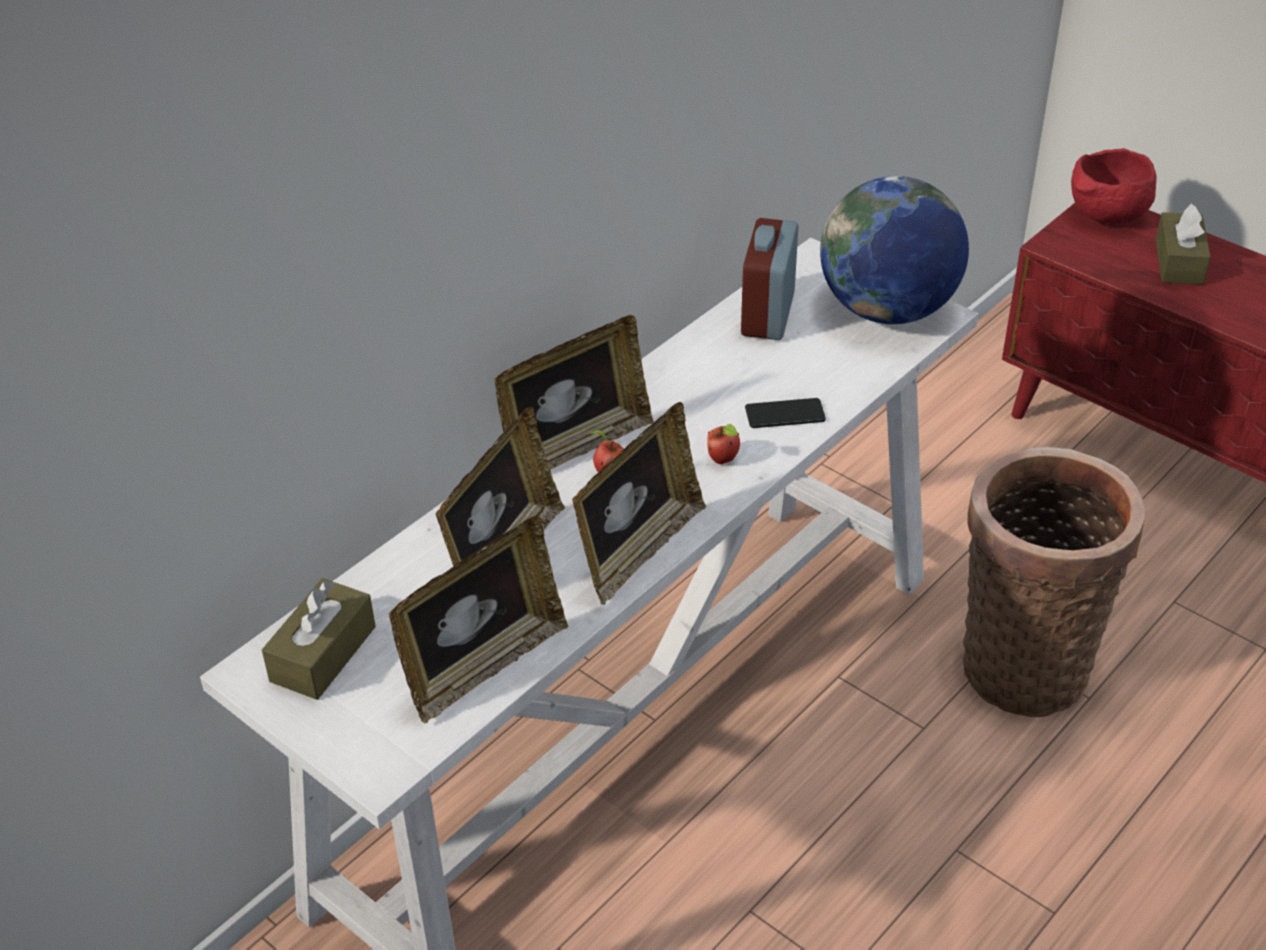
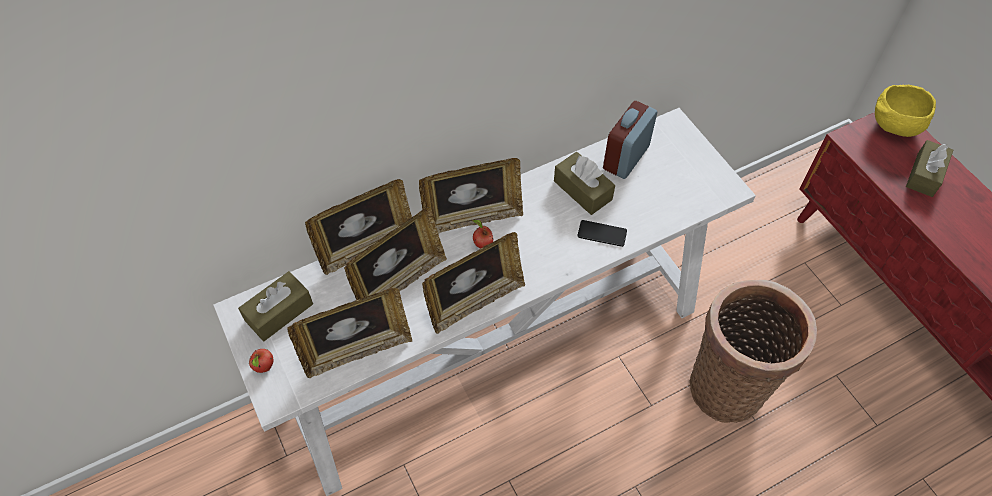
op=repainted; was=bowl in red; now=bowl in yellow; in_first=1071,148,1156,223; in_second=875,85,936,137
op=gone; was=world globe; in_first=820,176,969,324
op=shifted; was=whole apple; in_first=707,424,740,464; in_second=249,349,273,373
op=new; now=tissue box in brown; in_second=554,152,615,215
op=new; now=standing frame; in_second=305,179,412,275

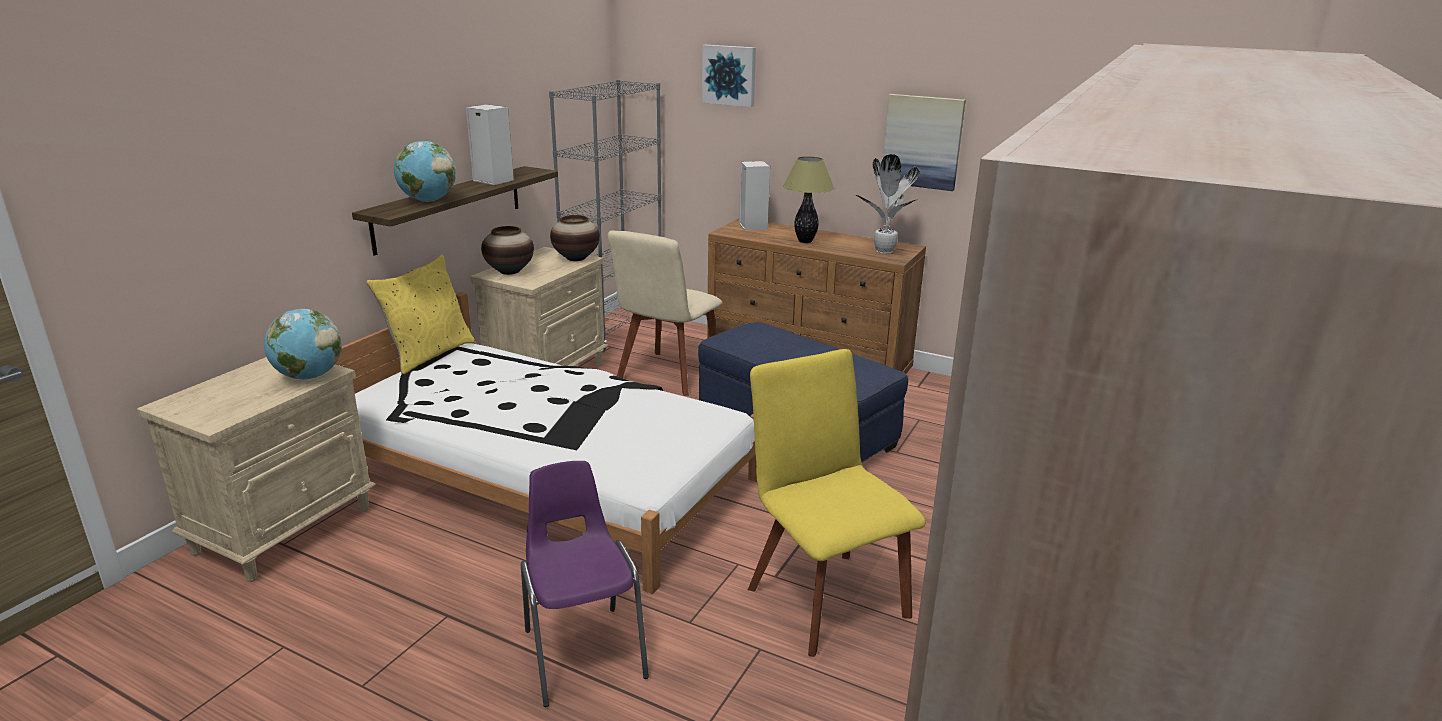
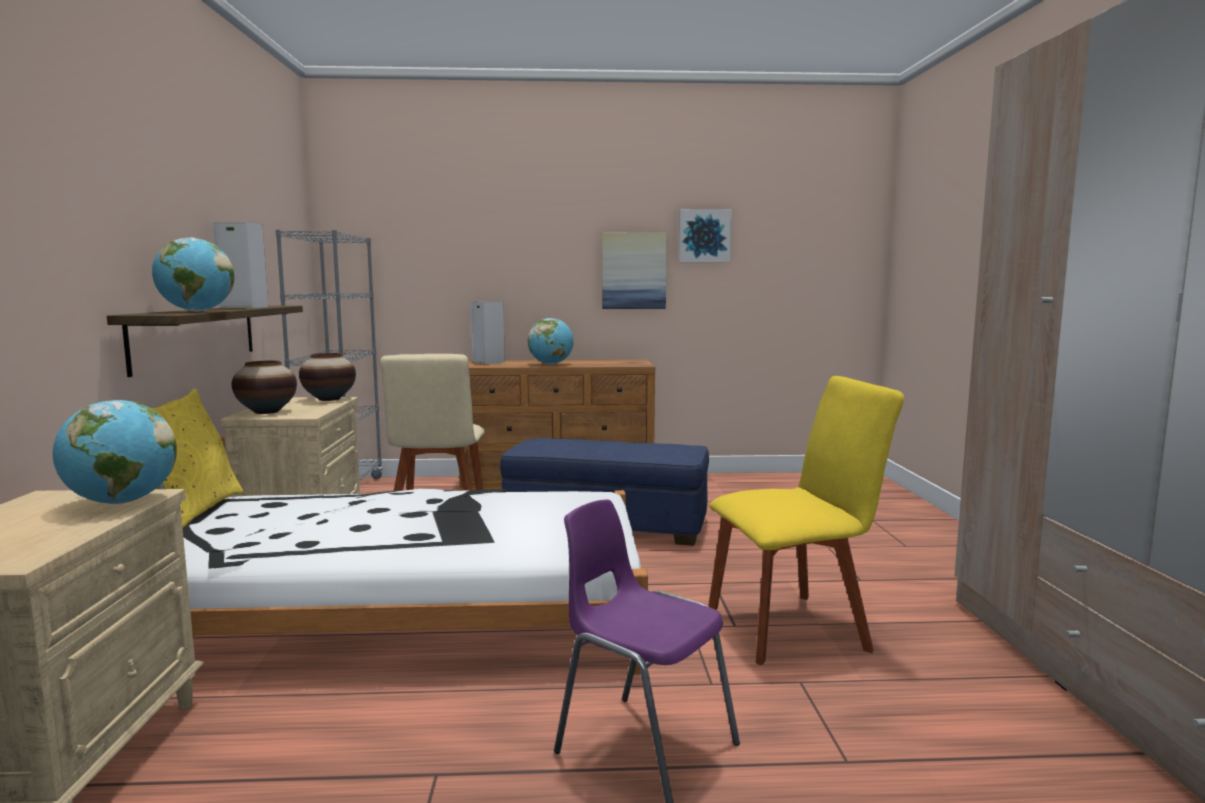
op=shifted; was=wall art; in_first=702,45,756,107; in_second=678,209,732,262
op=gone; was=potted plant; in_first=856,154,920,254
op=swapped; was=tabletop lamp; now=world globe; in_first=783,156,834,243; in_second=528,318,574,365
op=rotated; was=chair in yellow; in_first=748,349,926,657; in_second=708,376,904,665; clockwise=135

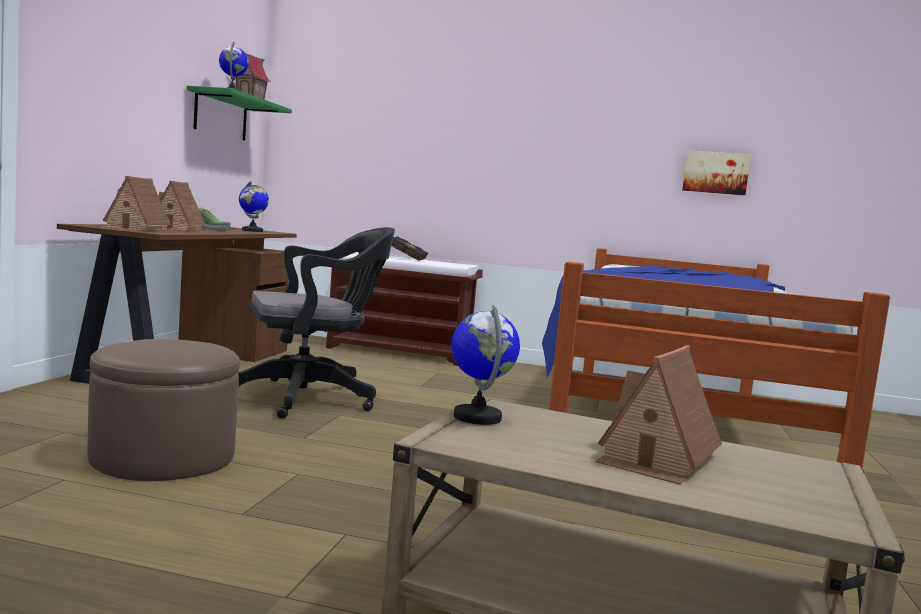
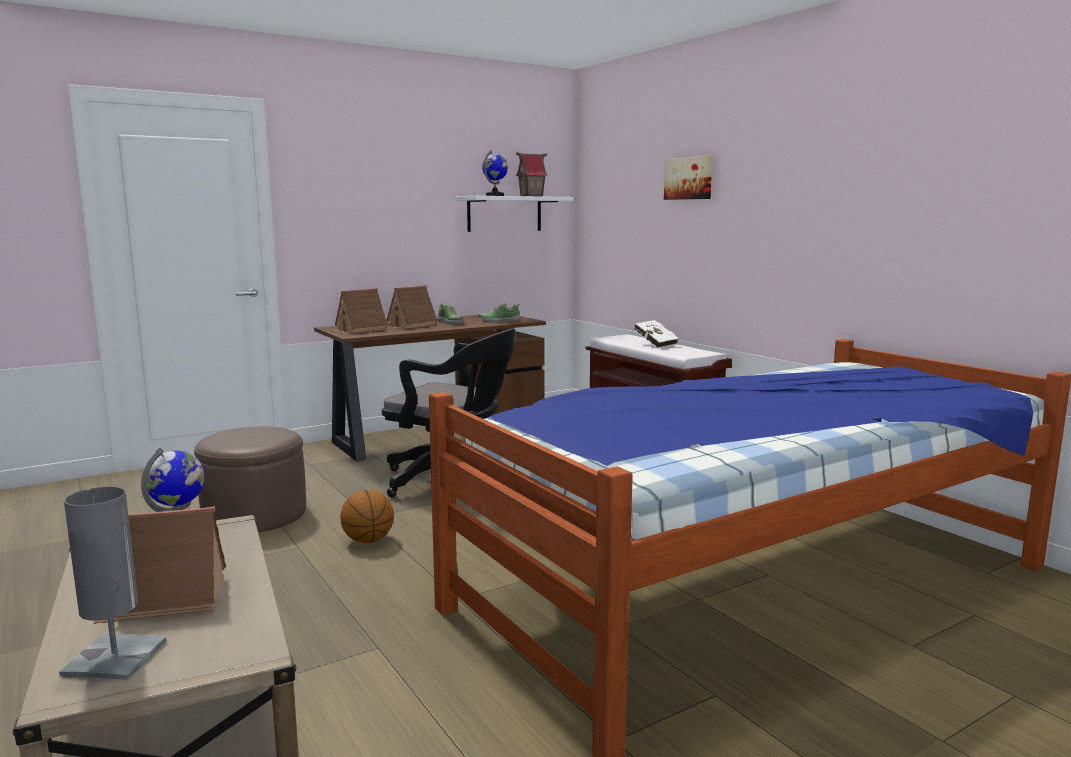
op=repainted; was=bracket shelf in green-coloured; now=bracket shelf in white-coloured; in_first=187,86,292,141; in_second=455,196,573,232
op=shifted; was=wall art; in_first=682,150,751,195; in_second=664,156,713,200
op=swapped; was=world globe; now=item of footwear; in_first=239,181,269,232; in_second=478,303,520,322
op=repainted; was=volume in black; now=volume in white-coloured; in_first=392,237,428,261; in_second=634,320,679,348
op=new; now=tabletop lamp in grey; in_second=59,486,167,680
op=new; now=basketball ball; in_second=340,490,394,543

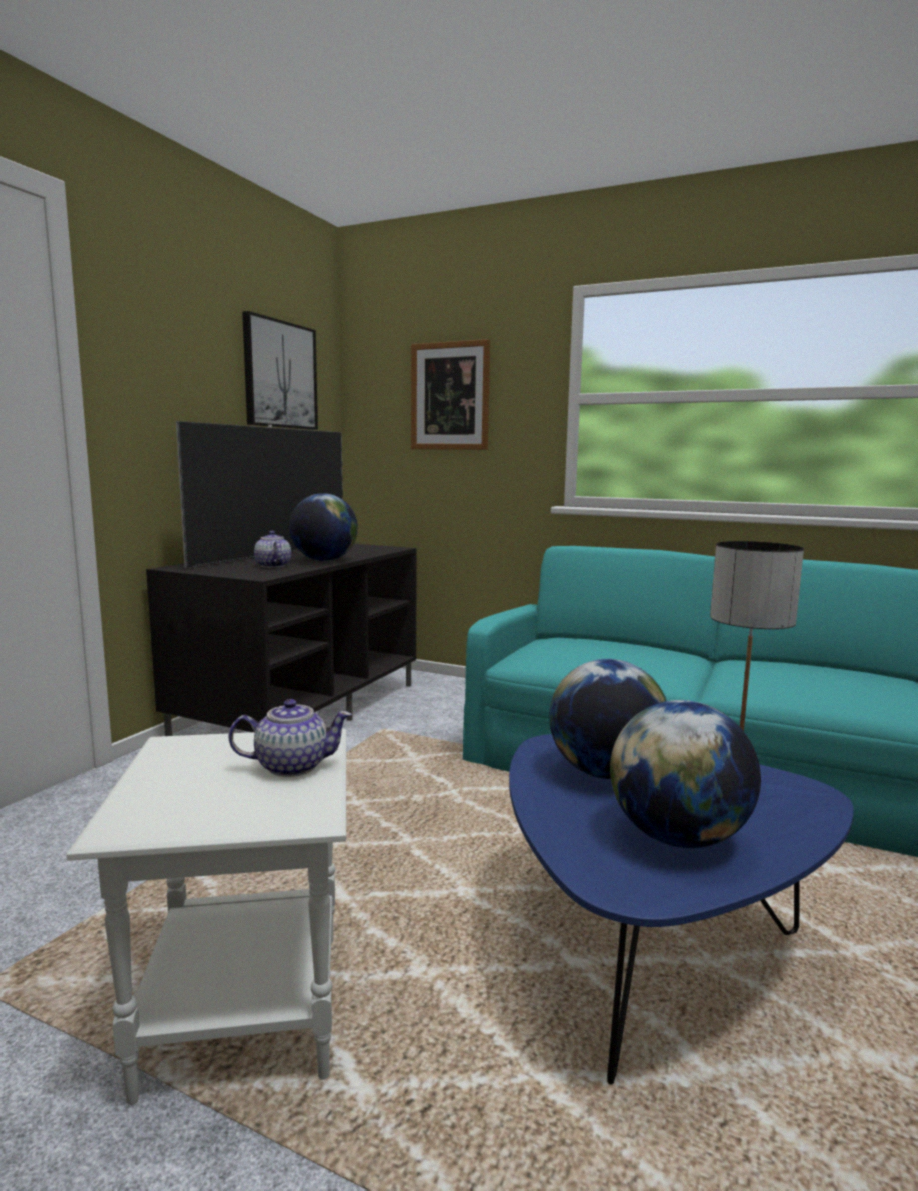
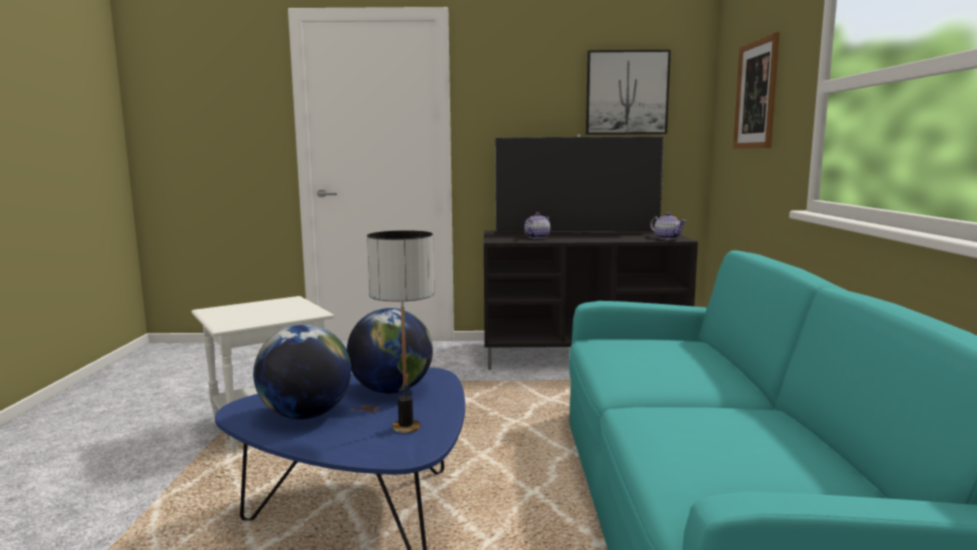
op=gone; was=world globe; in_first=289,493,358,561
op=shifted; was=pot for tea; in_first=228,699,352,777; in_second=650,213,686,239

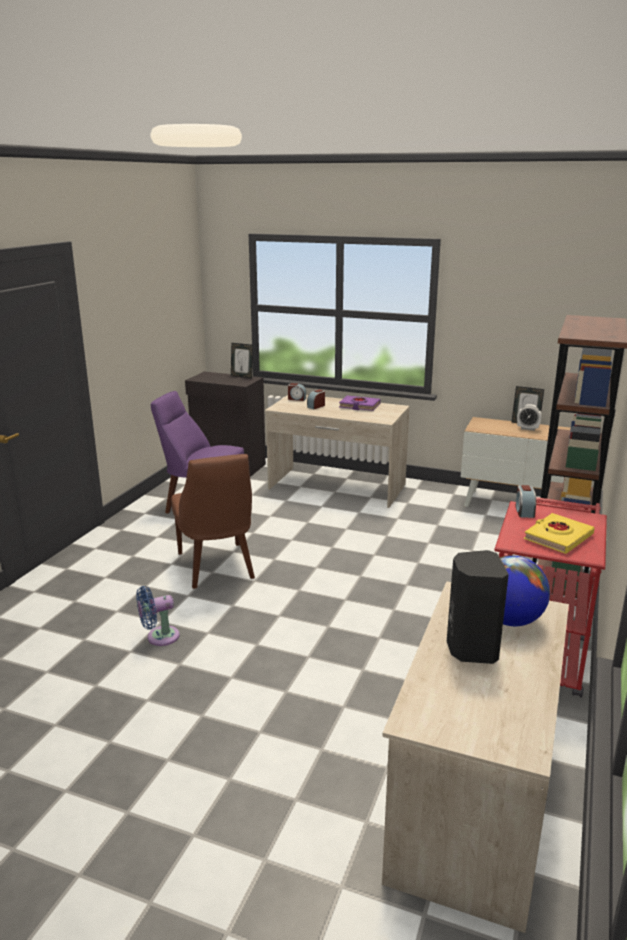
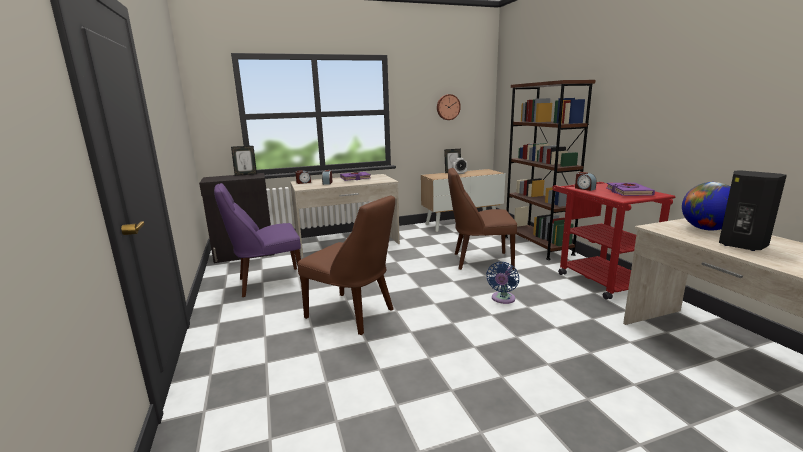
op=repainted; was=volume in yellow; now=volume in purplish; in_first=523,513,595,554; in_second=606,183,655,196
op=shifted; was=cooling fan in blue-coloured; in_first=136,586,180,646; in_second=486,262,519,304
op=new; now=hanging clock; in_second=437,94,461,120
op=new; now=chair in brown; in_second=448,168,517,270

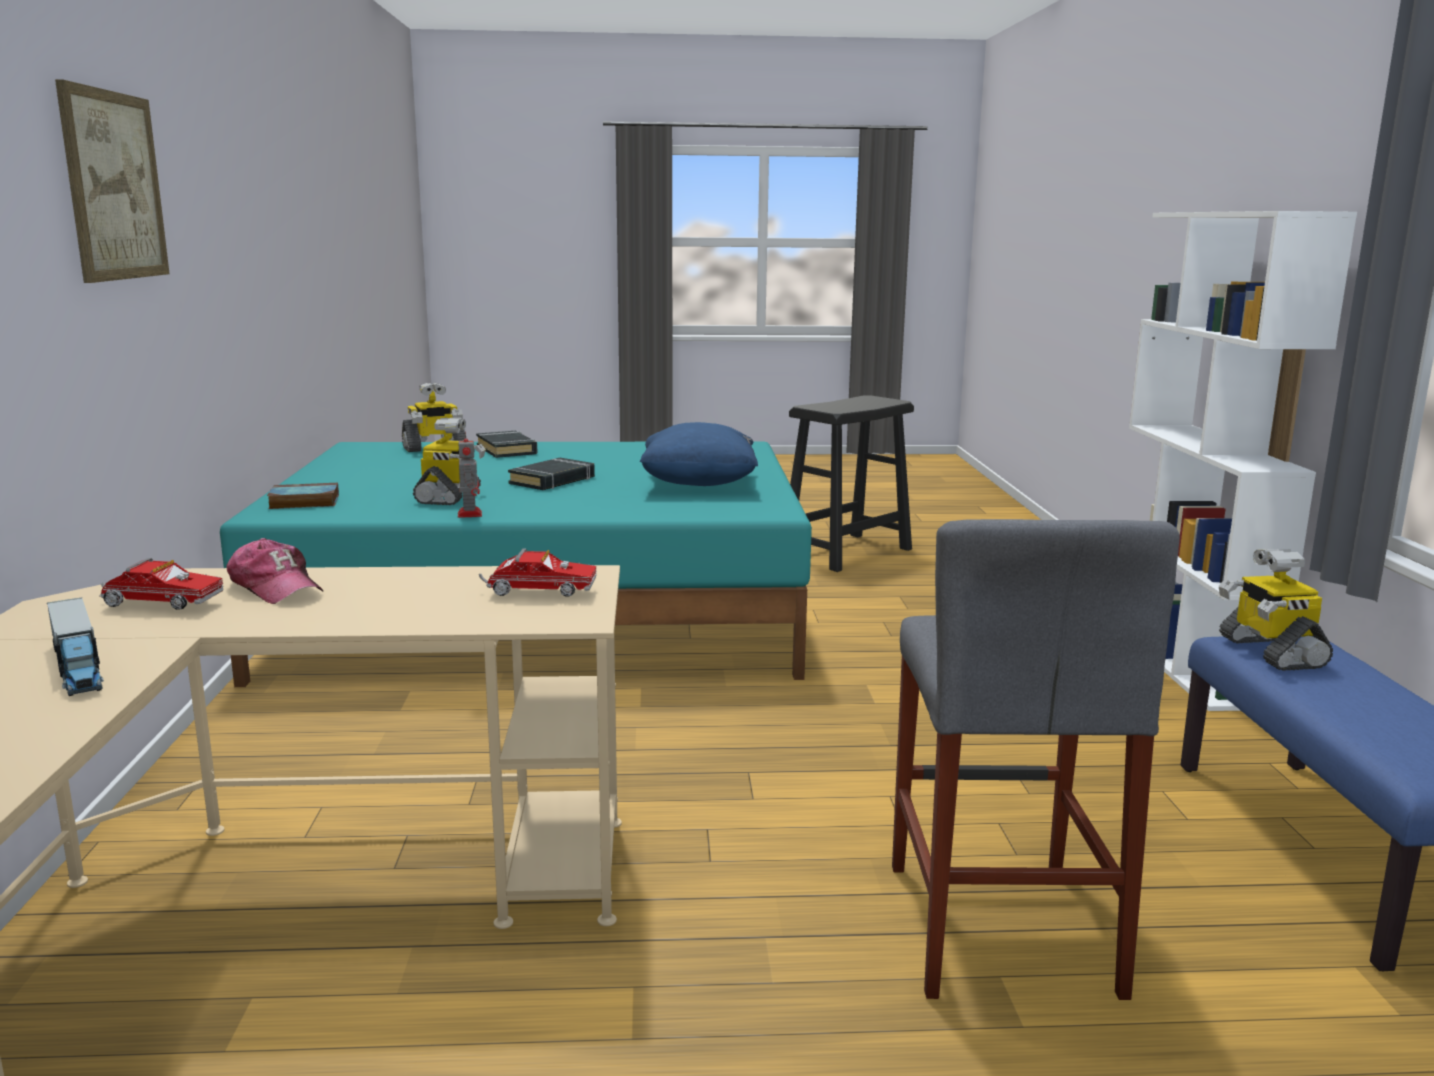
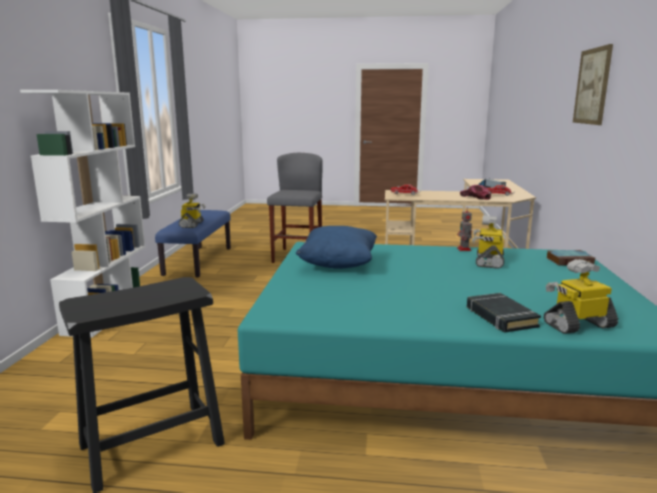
op=gone; was=volume in black; in_first=508,458,595,490

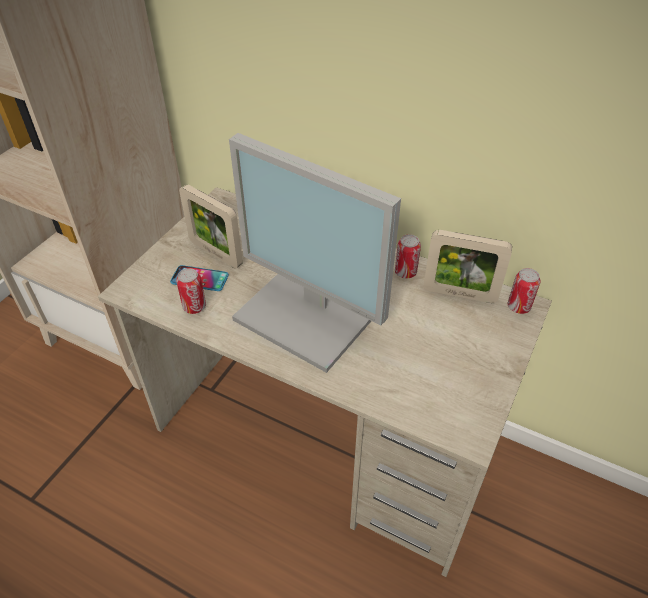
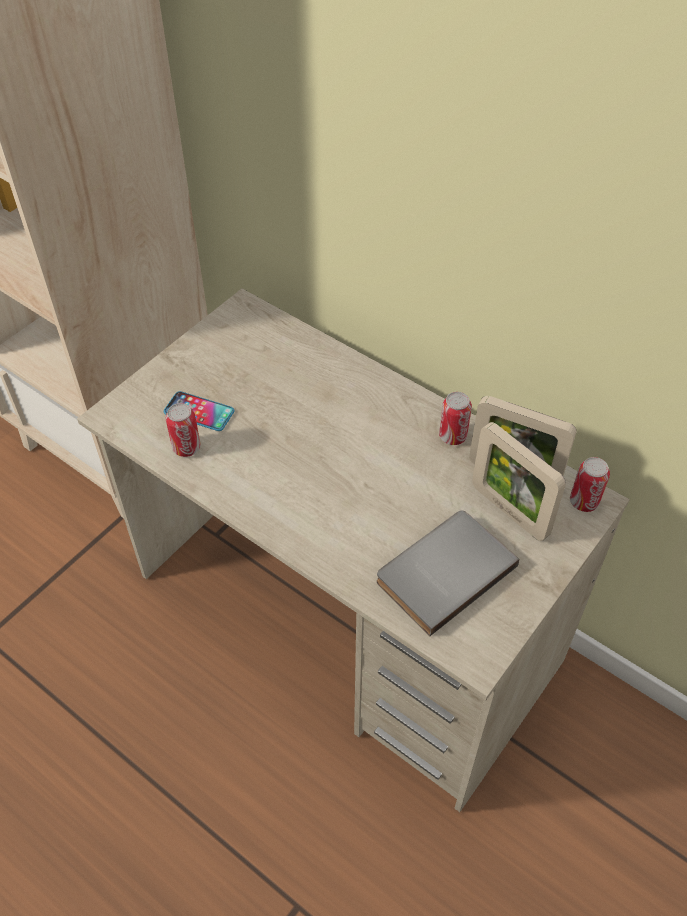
op=gone; was=computer screen; in_first=229,133,401,373
op=shifted; was=standing frame; in_first=179,184,243,268; in_second=472,422,566,541
op=new; now=volume in grey; in_second=377,510,519,636

